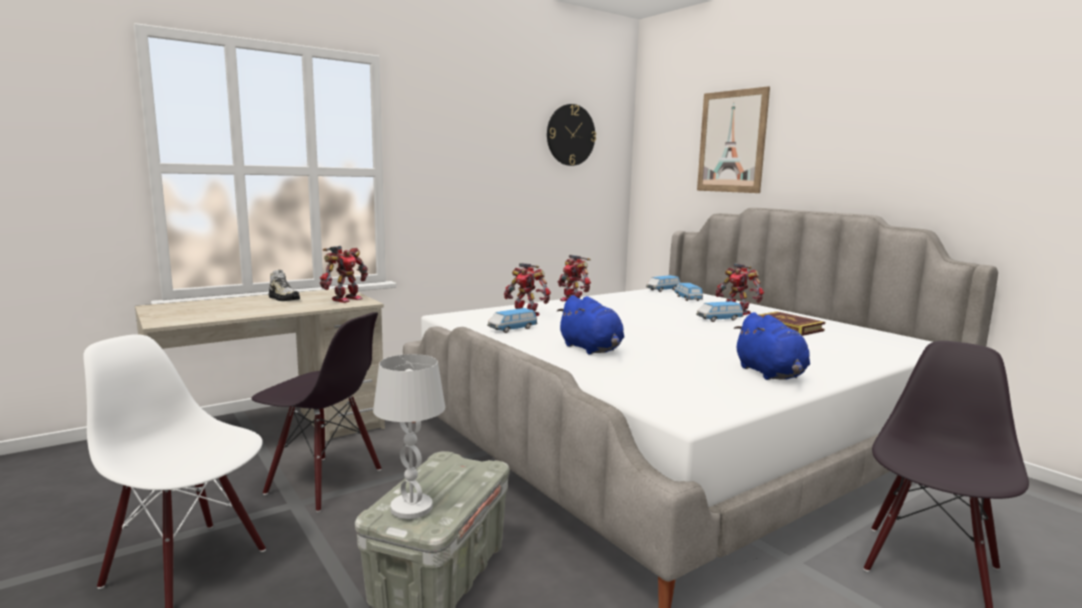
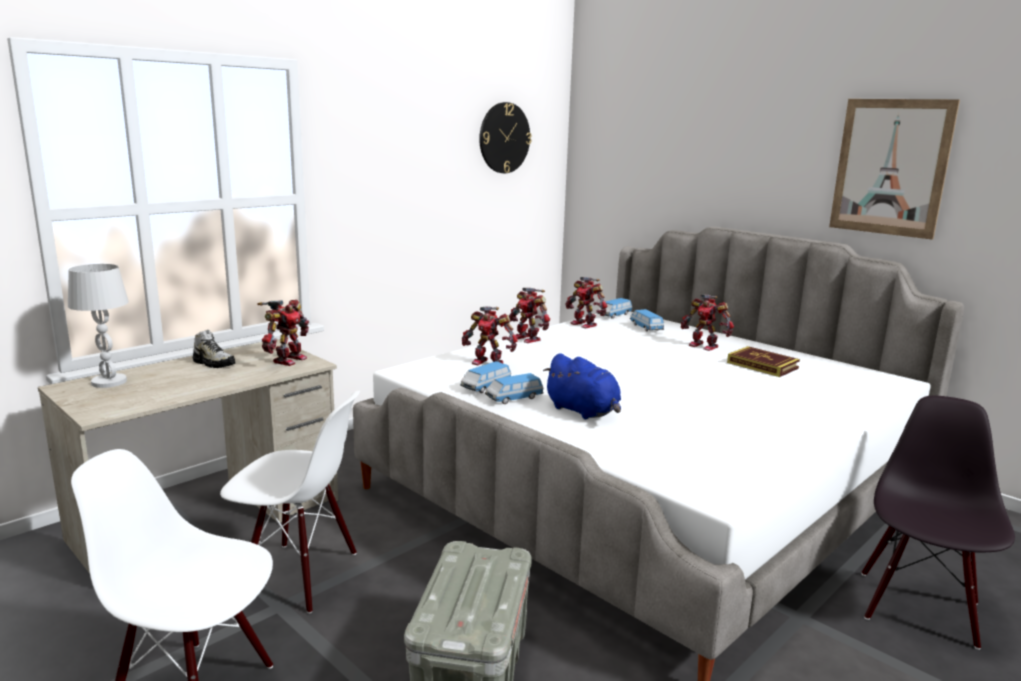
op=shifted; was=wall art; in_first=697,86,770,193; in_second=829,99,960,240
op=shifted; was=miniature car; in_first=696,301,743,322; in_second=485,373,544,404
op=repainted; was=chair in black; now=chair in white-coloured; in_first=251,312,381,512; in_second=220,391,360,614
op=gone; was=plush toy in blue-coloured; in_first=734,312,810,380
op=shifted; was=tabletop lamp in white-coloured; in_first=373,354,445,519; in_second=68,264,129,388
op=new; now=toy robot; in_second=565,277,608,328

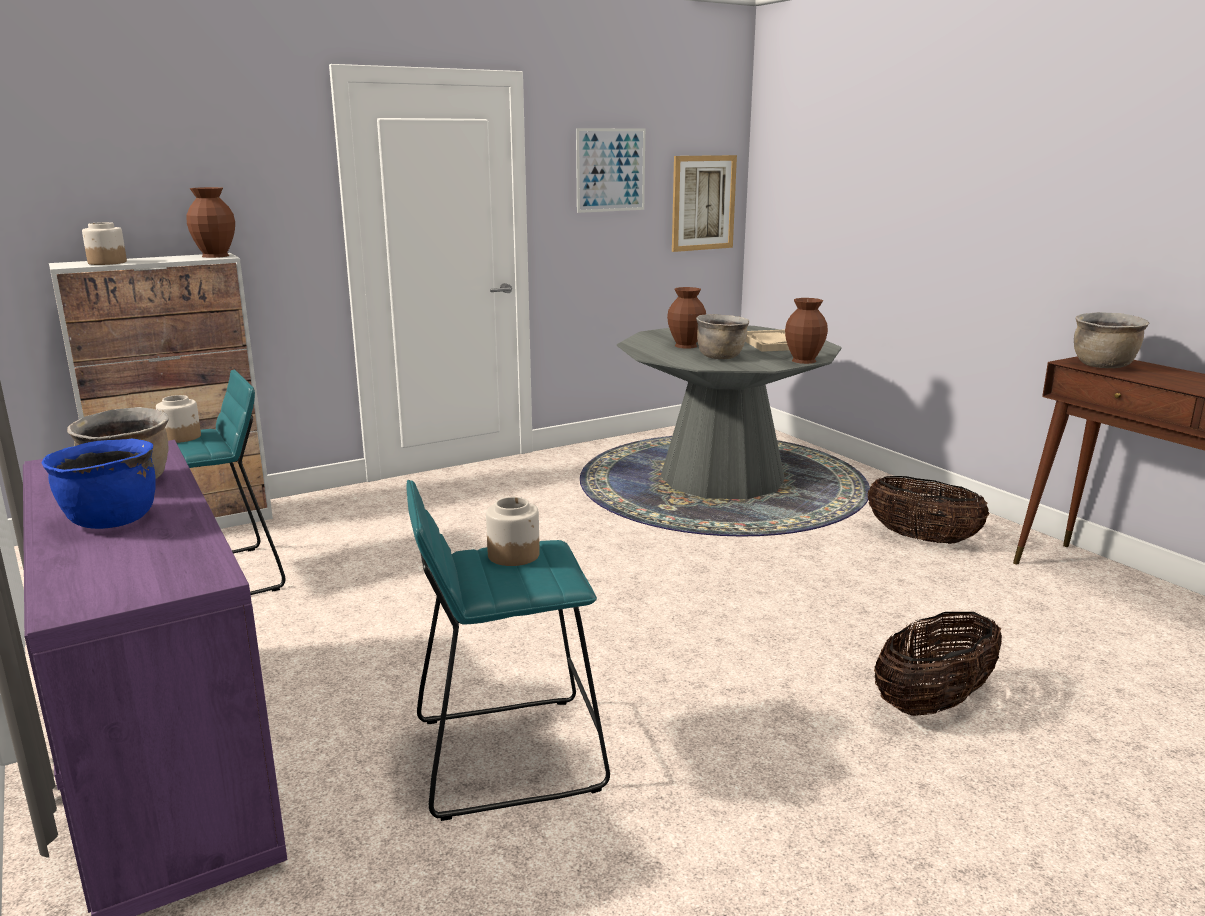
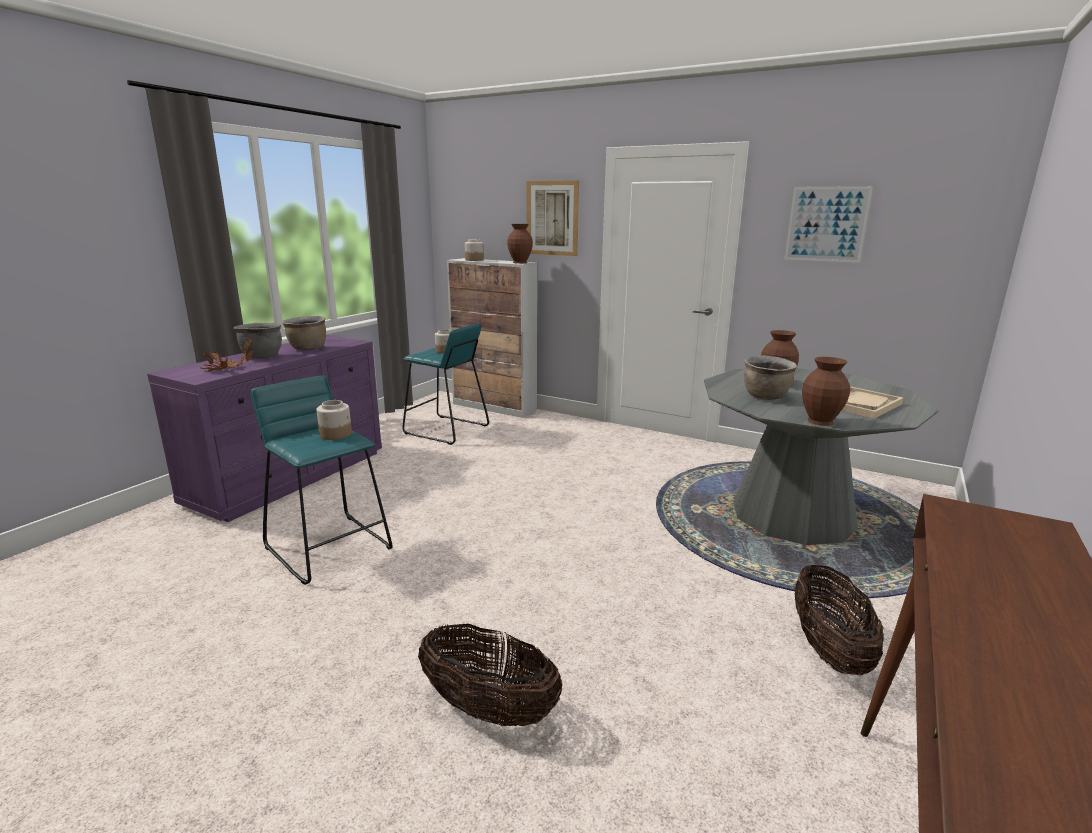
op=shifted; was=wall art; in_first=672,155,737,252; in_second=527,180,579,256
op=gone; was=saucepot in brown; in_first=1074,312,1150,368
op=repainted; was=saucepot in blue-coloured; now=saucepot in grey; in_first=41,439,156,529; in_second=233,323,282,359
op=new; now=potted plant; in_second=200,339,254,372

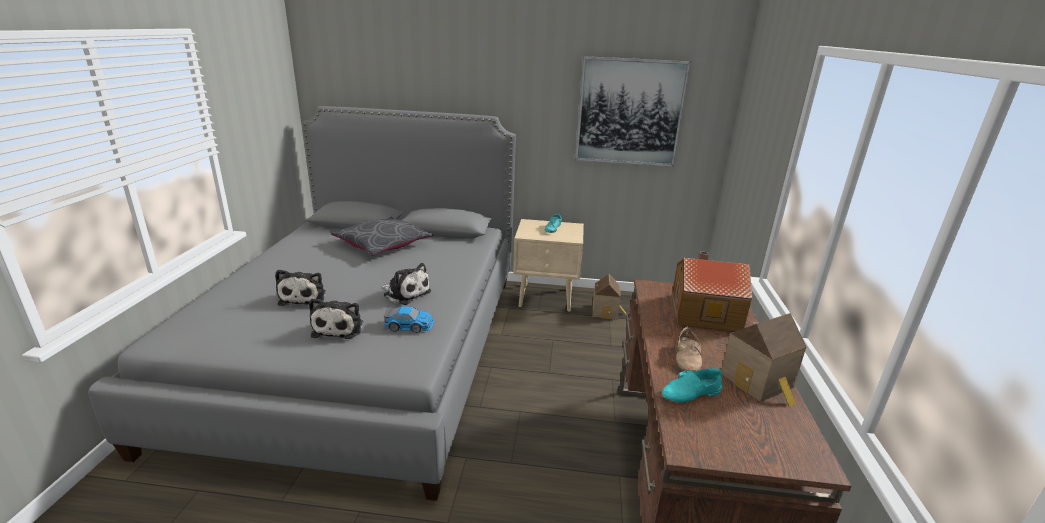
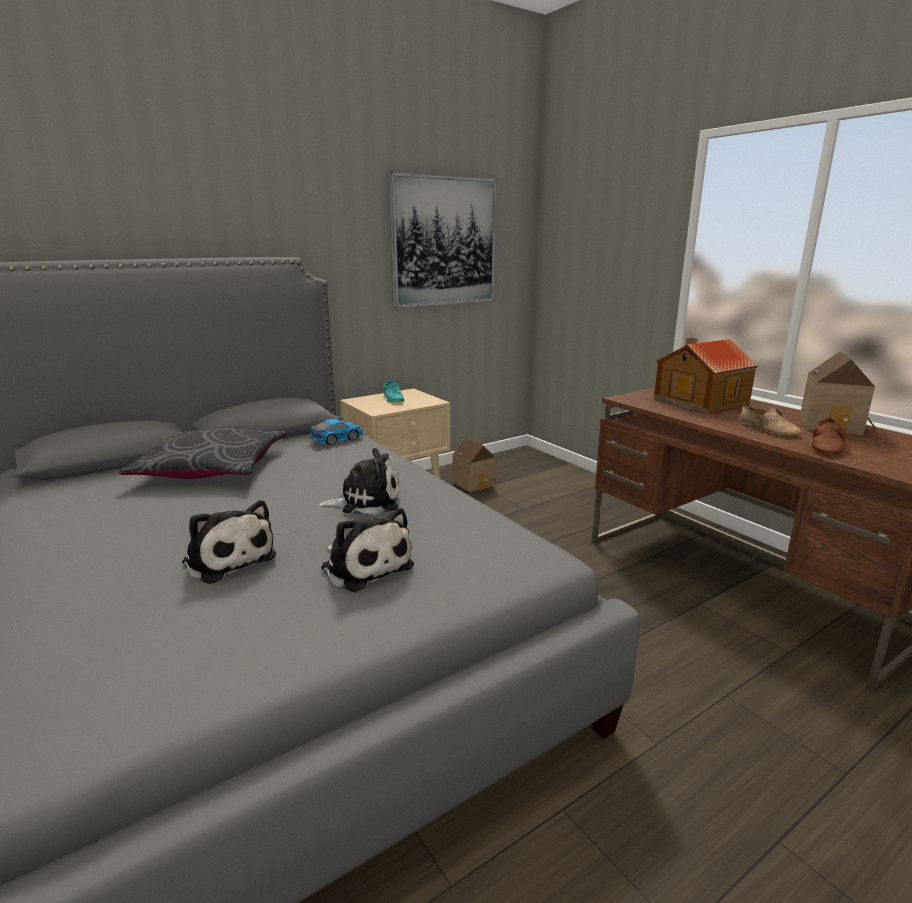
op=shifted; was=miniature car; in_first=384,306,434,333; in_second=310,419,364,445
op=repainted; was=item of footwear in turquoise-coloured; now=item of footwear in brown; in_first=662,368,722,402; in_second=812,417,845,455

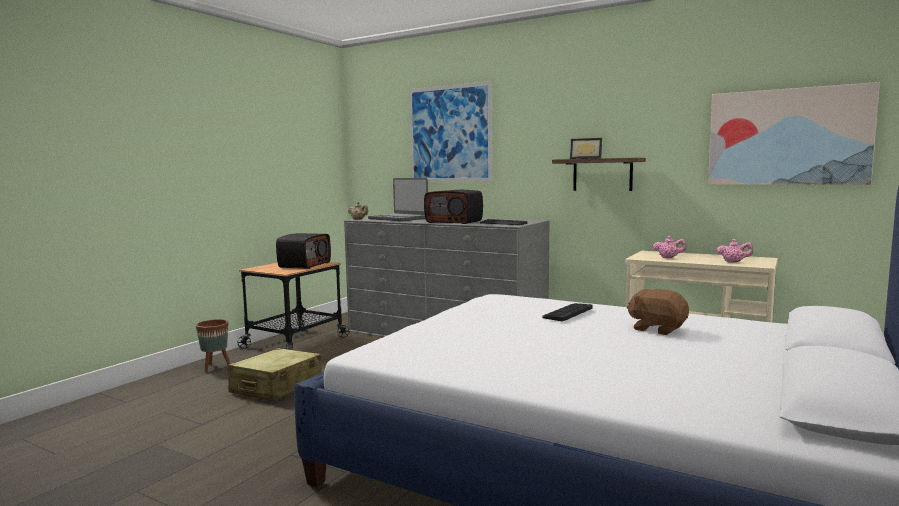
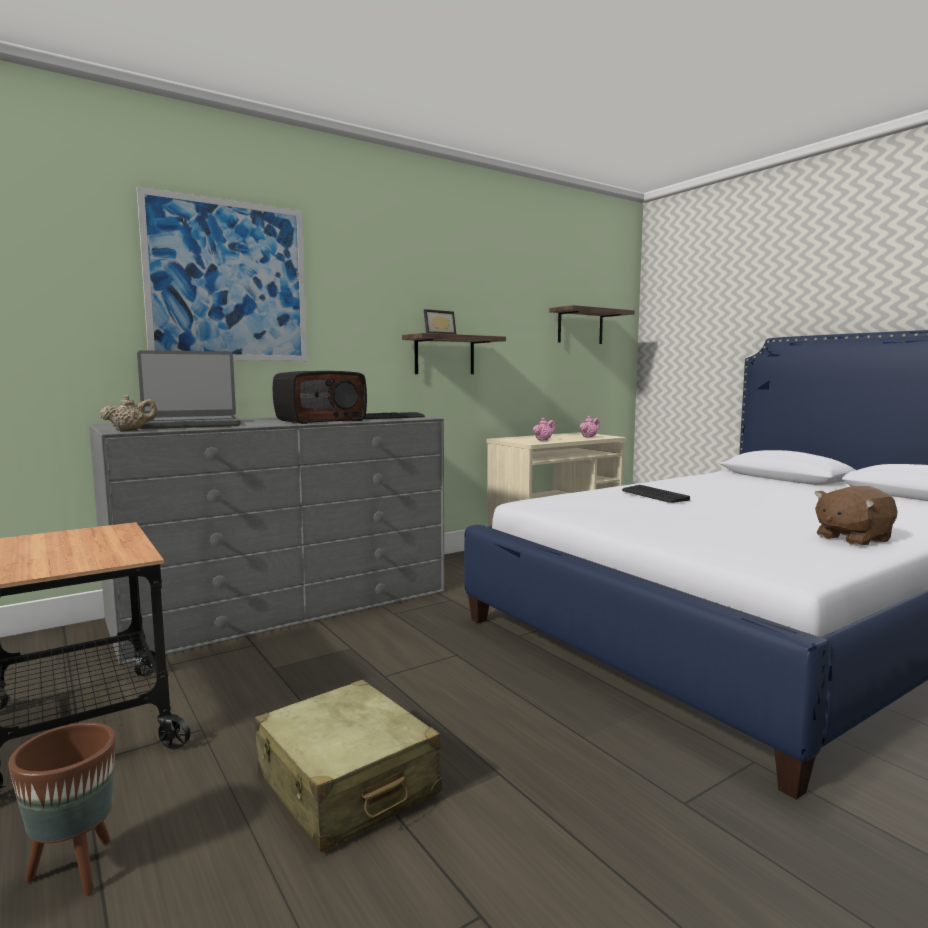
op=swapped; was=wall art; now=bracket shelf; in_first=708,82,880,185; in_second=549,305,635,344
op=gone; was=radio receiver; in_first=276,233,331,269
op=shifted; was=plush toy in brown; in_first=627,289,689,335; in_second=814,486,897,546

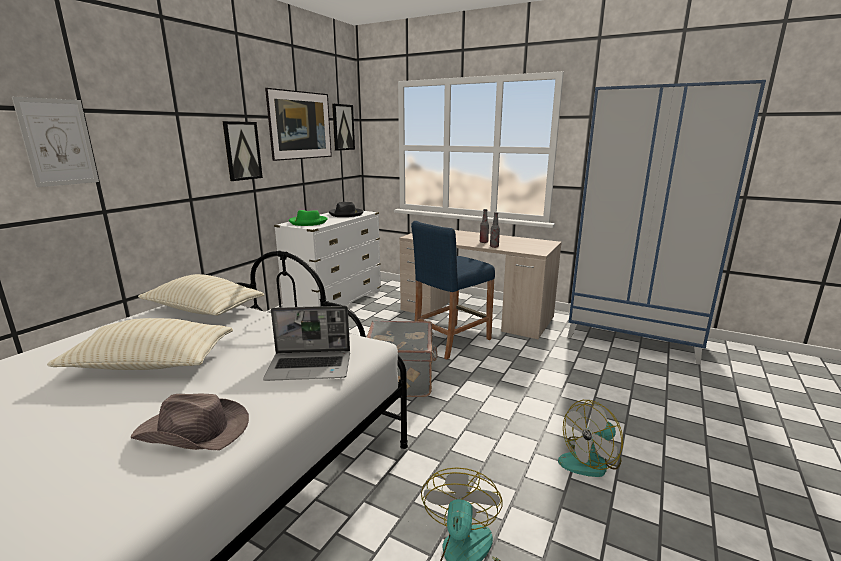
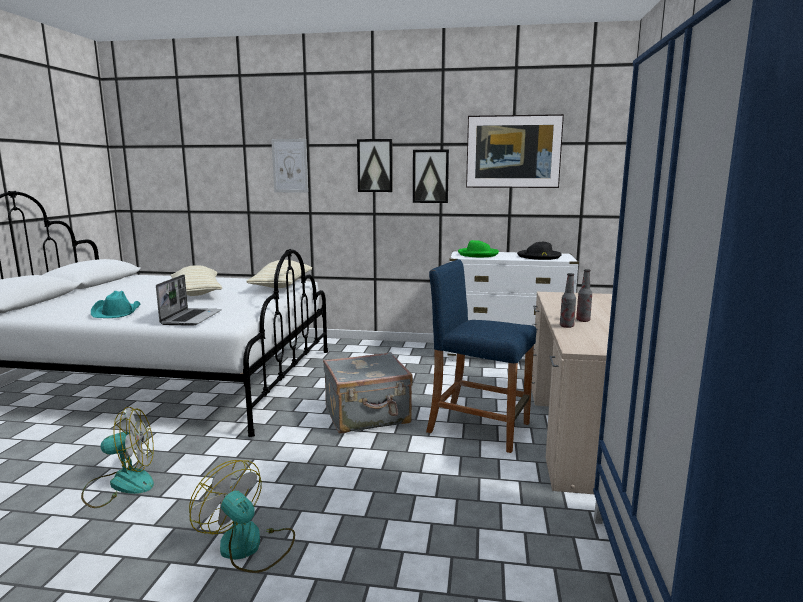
op=shifted; was=wall art; in_first=332,104,355,151; in_second=357,139,393,192
op=rotated; was=notebook computer; in_first=263,306,350,381; in_second=156,274,222,326; clockwise=-150
op=repainted; was=clothing hat in brown; now=clothing hat in turquoise-coloured; in_first=131,394,249,450; in_second=91,291,141,318

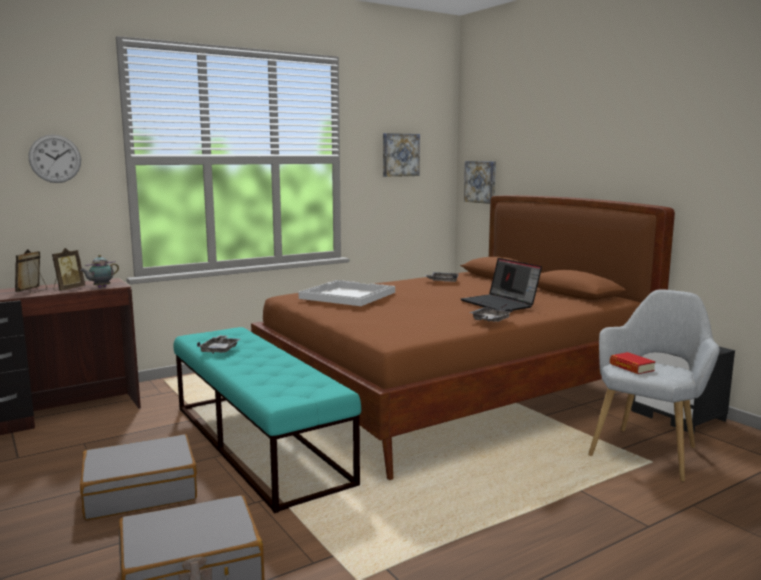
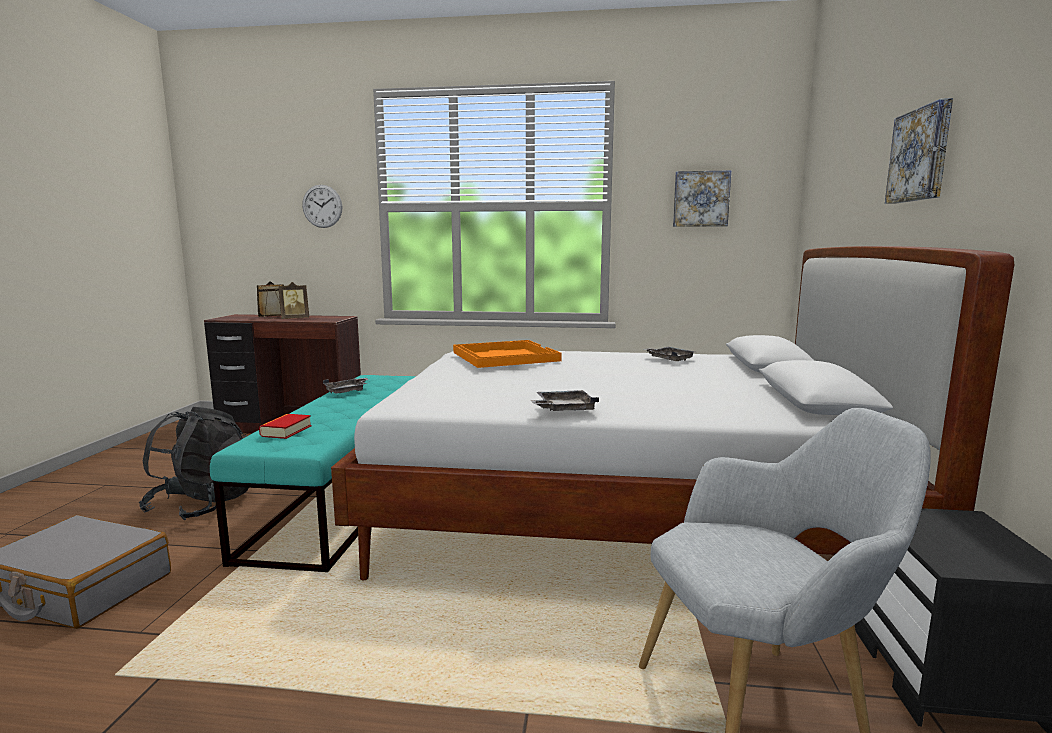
op=shifted; was=wall art; in_first=464,161,496,204; in_second=885,98,953,204
op=repainted; was=bedroom bed in brown; now=bedroom bed in white-coloured; in_first=251,195,675,480; in_second=331,246,1014,580
op=gone; was=pot for tea; in_first=80,255,119,288
op=gone; was=notebook computer; in_first=461,258,542,311
op=repainted; was=carrying tray in white-coloured; now=carrying tray in orange; in_first=299,280,395,306; in_second=453,340,562,368
op=shifted; was=volume; in_first=610,352,656,374; in_second=259,414,312,439
op=swapped; was=piece of luggage in grey; now=rucksack in black; in_first=80,434,197,520; in_second=139,407,249,521

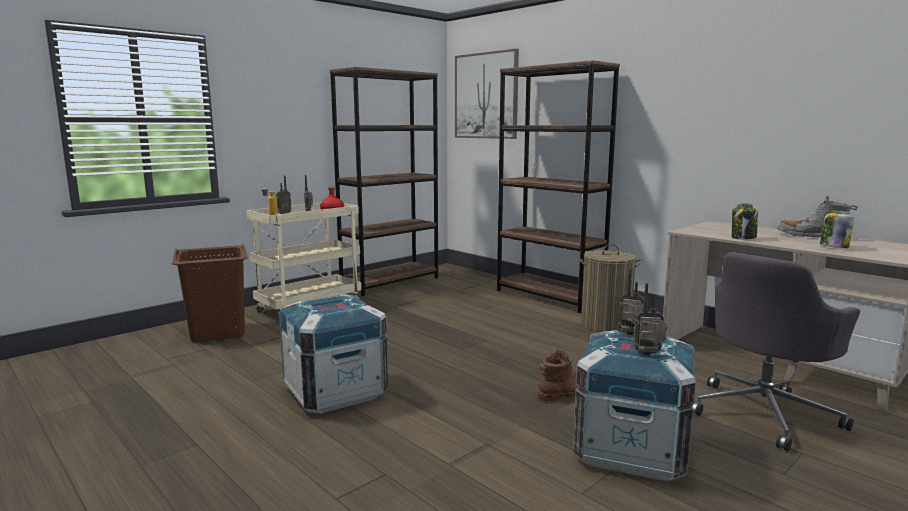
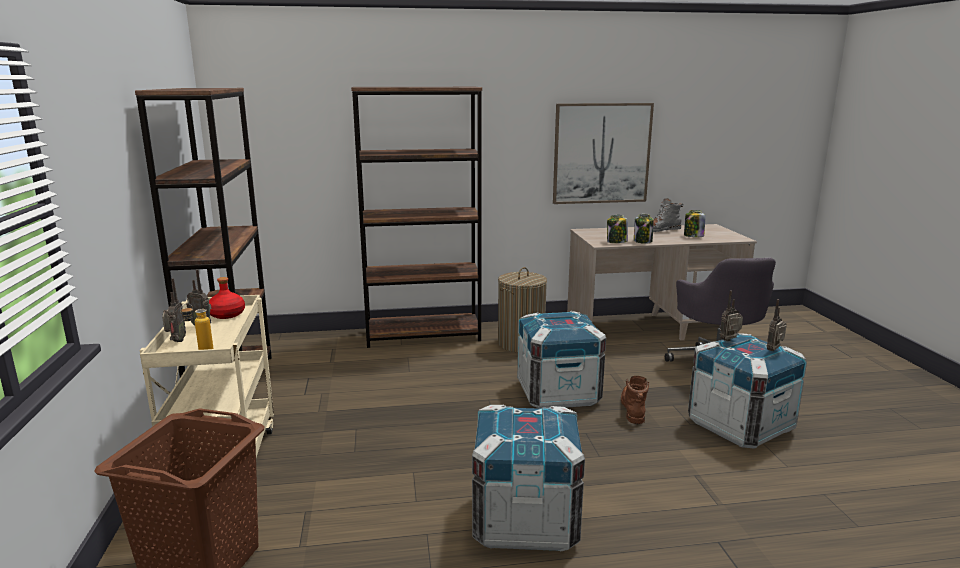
op=shifted; was=wall art; in_first=455,49,519,139; in_second=553,103,654,204
op=new; now=preserve jar; in_second=607,215,628,243
op=new; now=crate; in_second=517,311,606,409

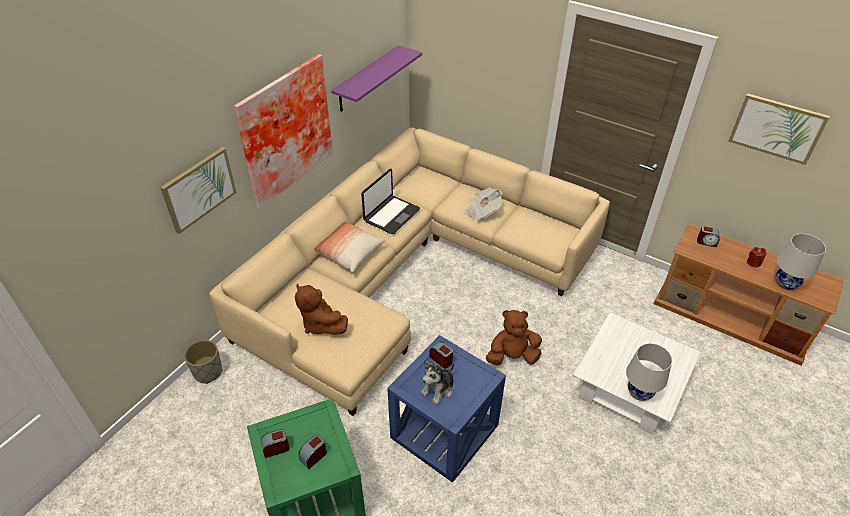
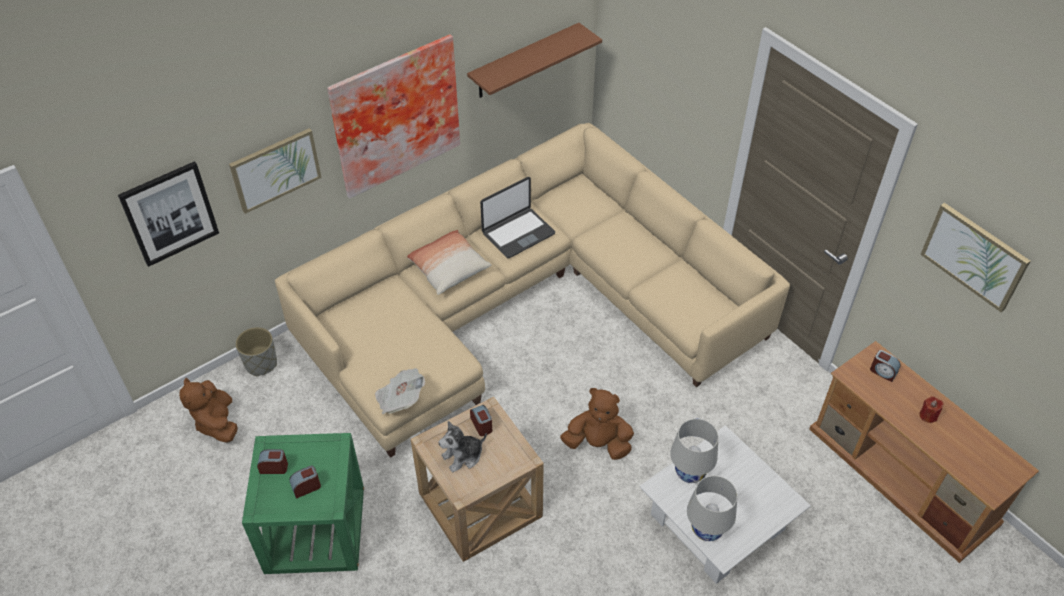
op=repainted; was=bracket shelf in purplish; now=bracket shelf in brown; in_first=331,45,422,112; in_second=467,23,602,98
op=shifted; was=printed paper; in_first=464,187,502,221; in_second=375,368,425,414
op=shifted; was=tabletop lamp in white-coloured; in_first=775,234,826,290; in_second=670,419,718,483
op=shifted; was=plush toy in brown; in_first=295,284,348,335; in_second=179,378,238,443
op=repainted; was=side table in blue-coloured; now=side table in beige; in_first=387,335,506,483; in_second=411,397,544,562
op=new; now=wall art; in_second=118,161,219,267

